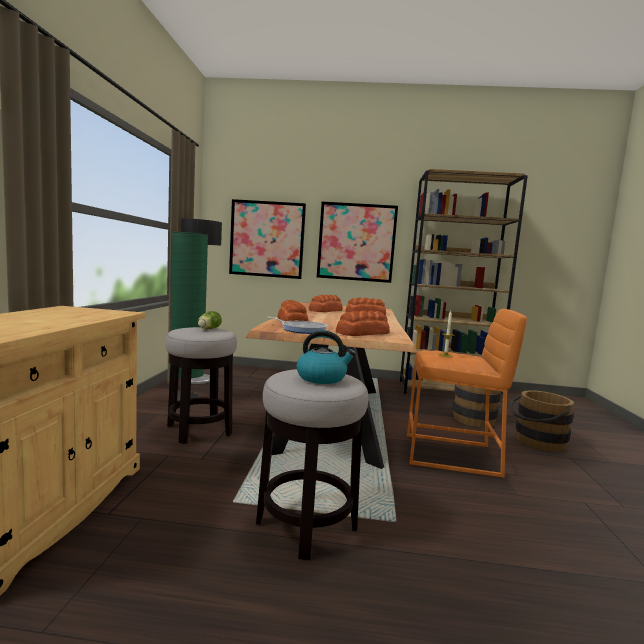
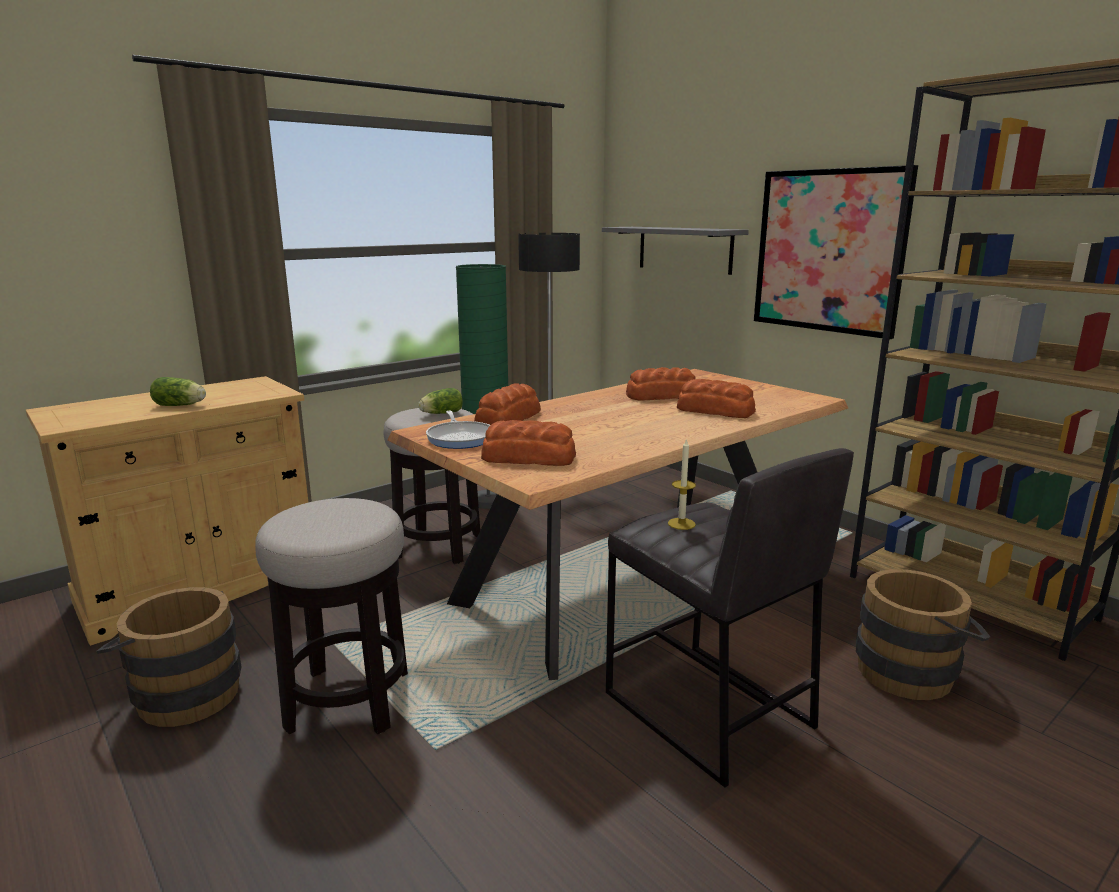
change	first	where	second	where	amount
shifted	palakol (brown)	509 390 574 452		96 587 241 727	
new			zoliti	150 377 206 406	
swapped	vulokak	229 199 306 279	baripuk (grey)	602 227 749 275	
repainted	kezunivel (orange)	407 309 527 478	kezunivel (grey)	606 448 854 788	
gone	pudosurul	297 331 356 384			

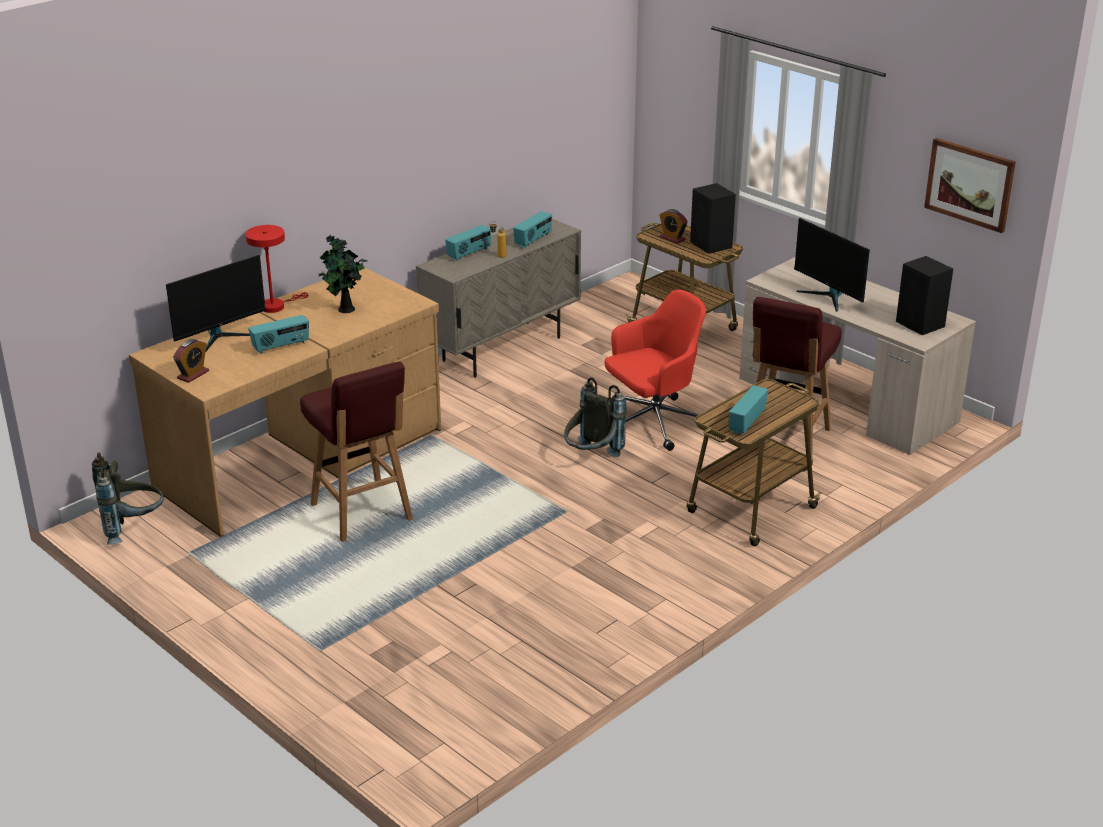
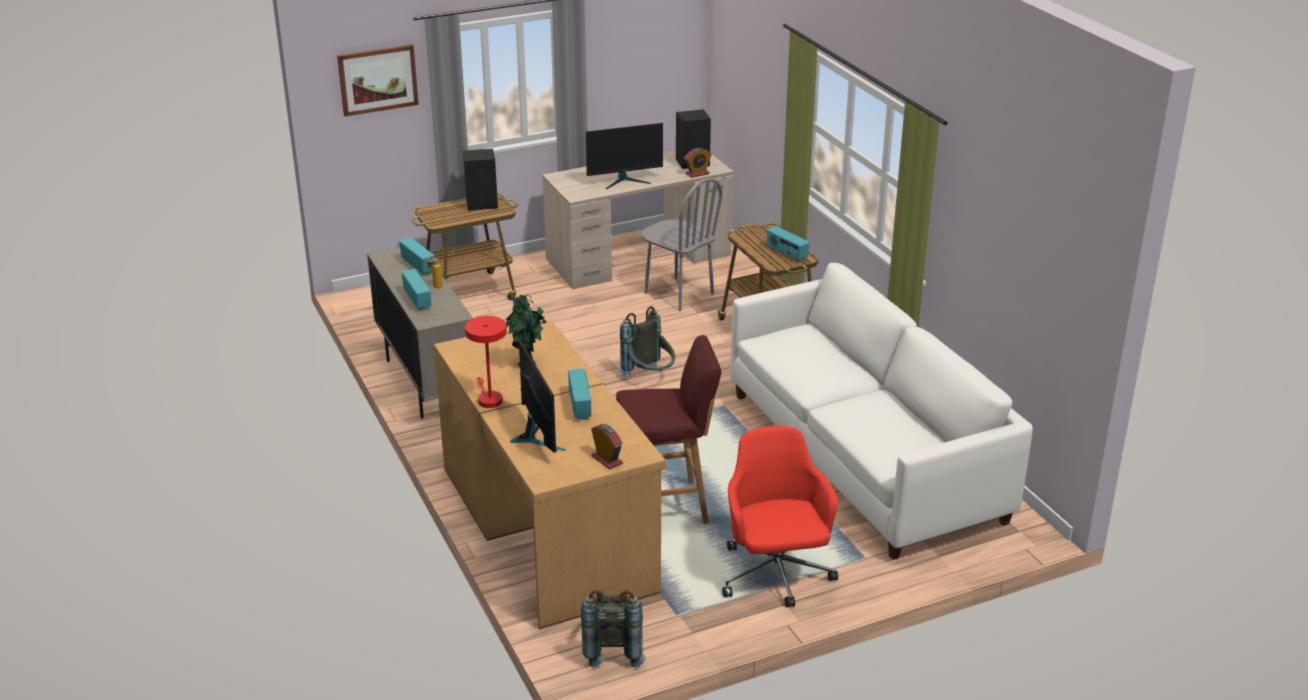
change	first	where	second	where	amount
shifted	vulokak	924 138 1016 233		337 44 419 117	
swapped	kezunivel (red)	753 297 842 458	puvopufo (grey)	642 178 723 311	
shifted	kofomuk	660 209 688 244		684 148 712 178	
shifted	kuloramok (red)	605 289 706 451		722 426 838 607	
new			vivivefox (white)	730 263 1033 560	

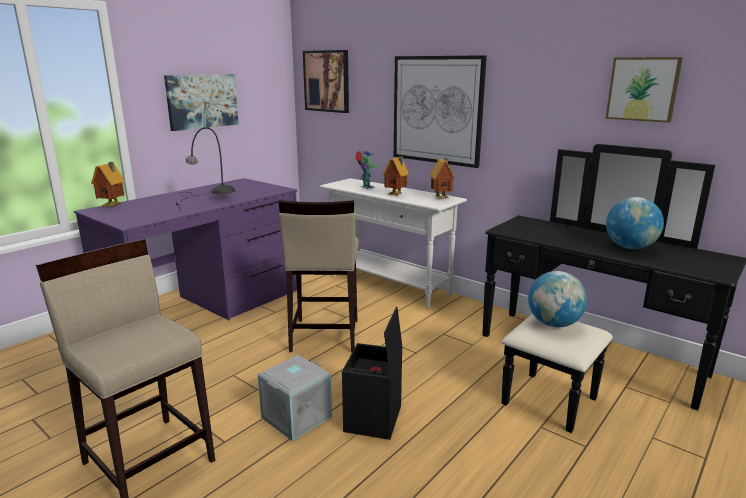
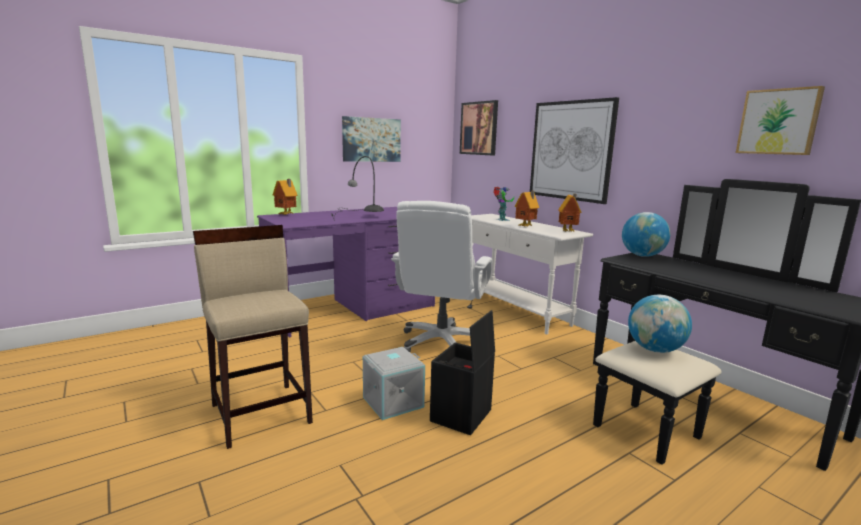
change	first	where	second	where	amount
swapped	kezunivel (beige)	278 200 358 353	kuloramok (white)	391 201 492 353	
shifted	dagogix	606 197 664 249		622 212 670 257	

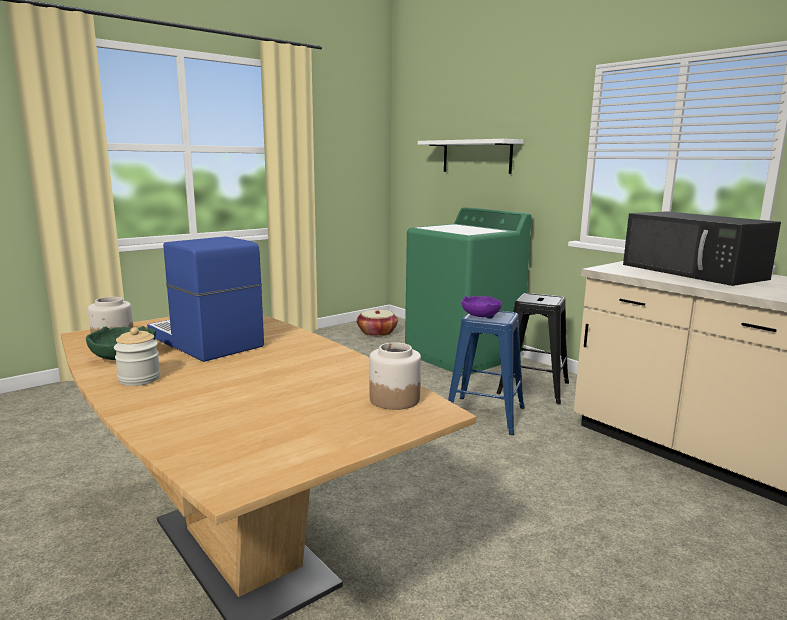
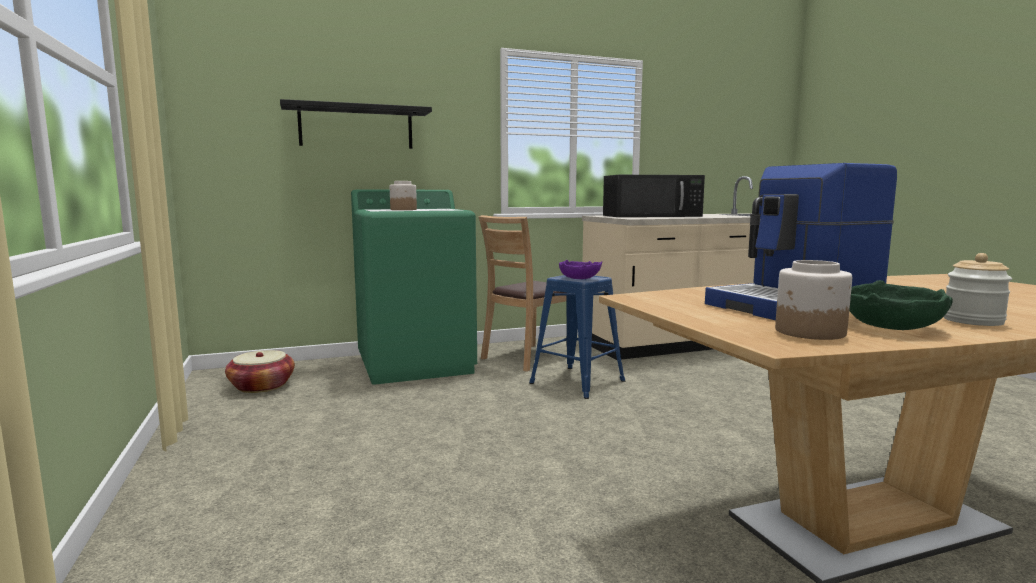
change	first	where	second	where	amount
repainted	baripuk (white)	418 139 523 174	baripuk (black)	280 99 432 149	
shifted	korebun	370 342 421 410		390 181 417 210	
swapped	kezunivel (black)	497 293 569 404	puvopufo (brown)	479 215 566 372	

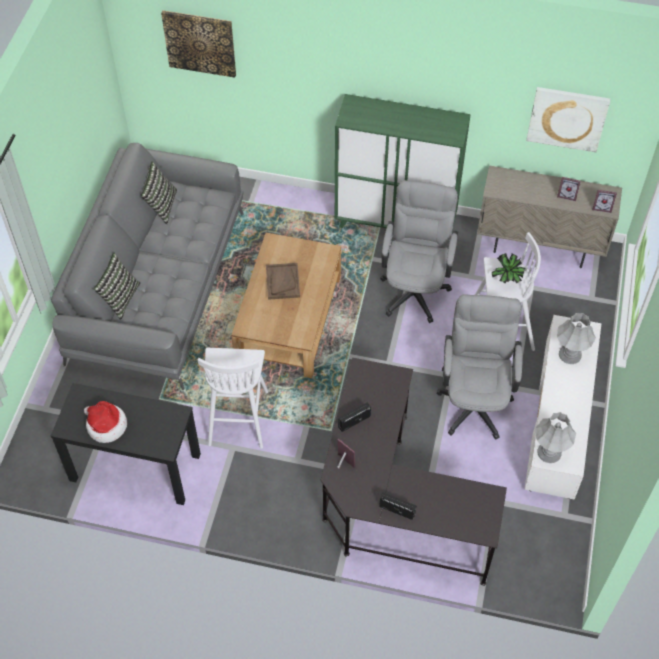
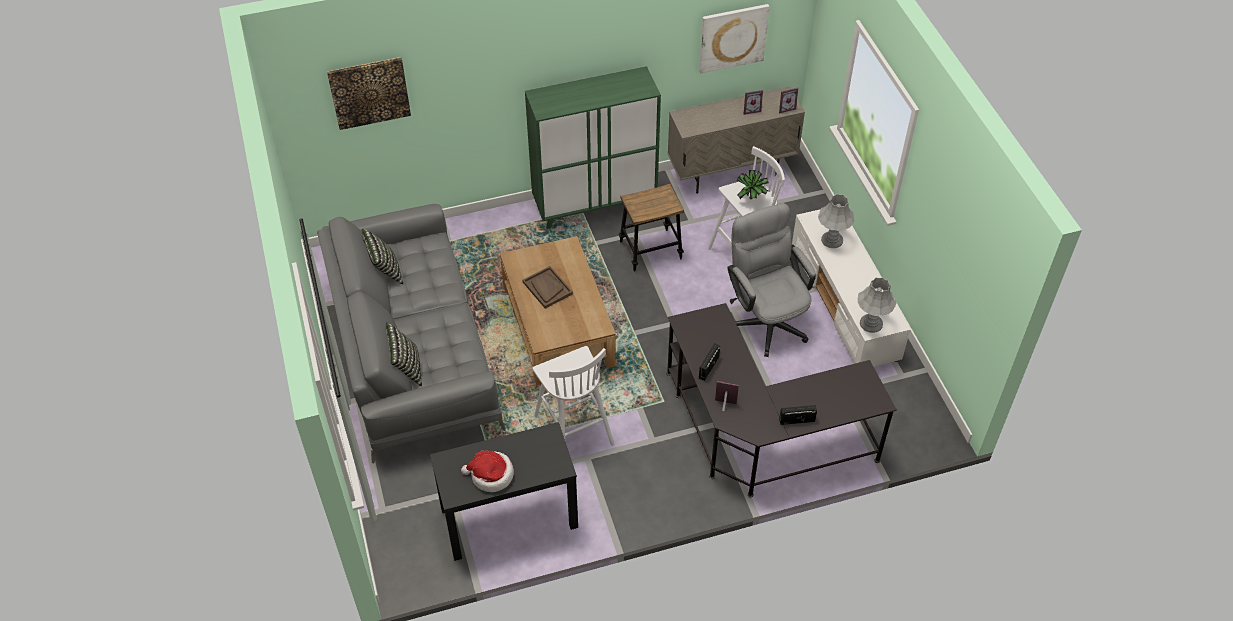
change	first	where	second	where	amount
swapped	kuloramok (grey)	380 180 458 323	kezunivel	619 184 684 272	

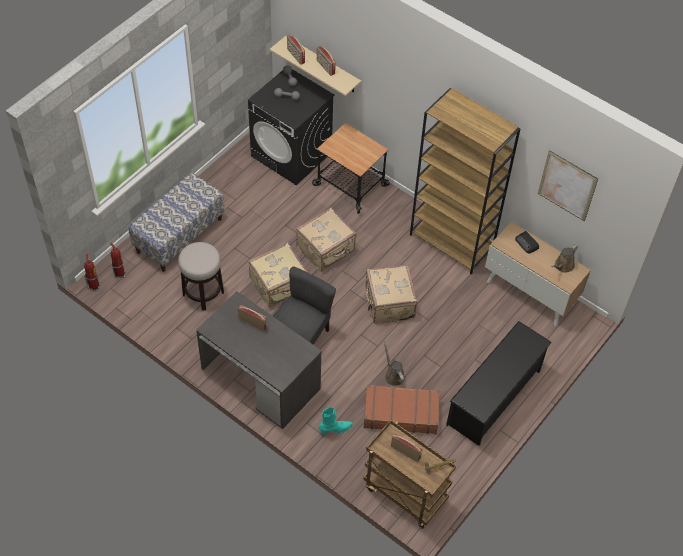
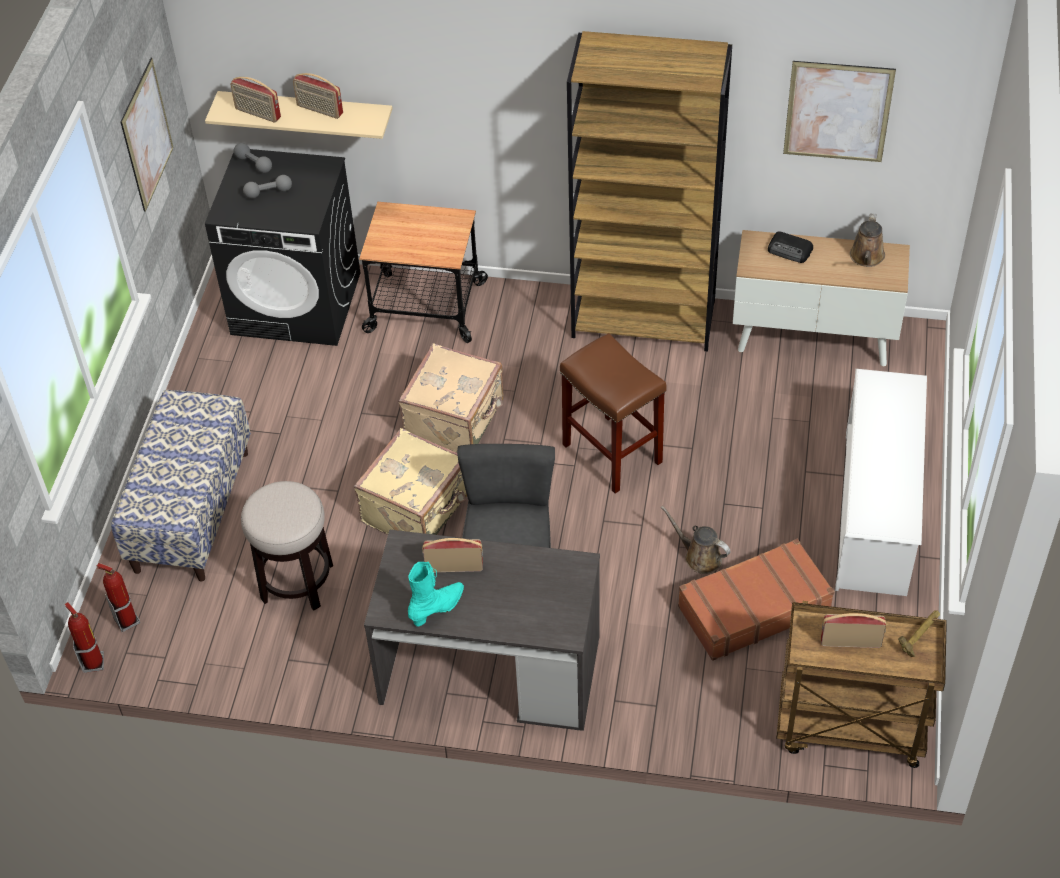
change	first	where	second	where	amount
new			vulokak	120 58 174 212	
shifted	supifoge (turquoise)	318 407 353 434		408 562 464 627	
swapped	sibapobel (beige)	365 264 417 324	kezunivel (brown)	560 333 666 493	
repainted	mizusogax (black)	446 321 552 446	mizusogax (white)	835 369 927 596	

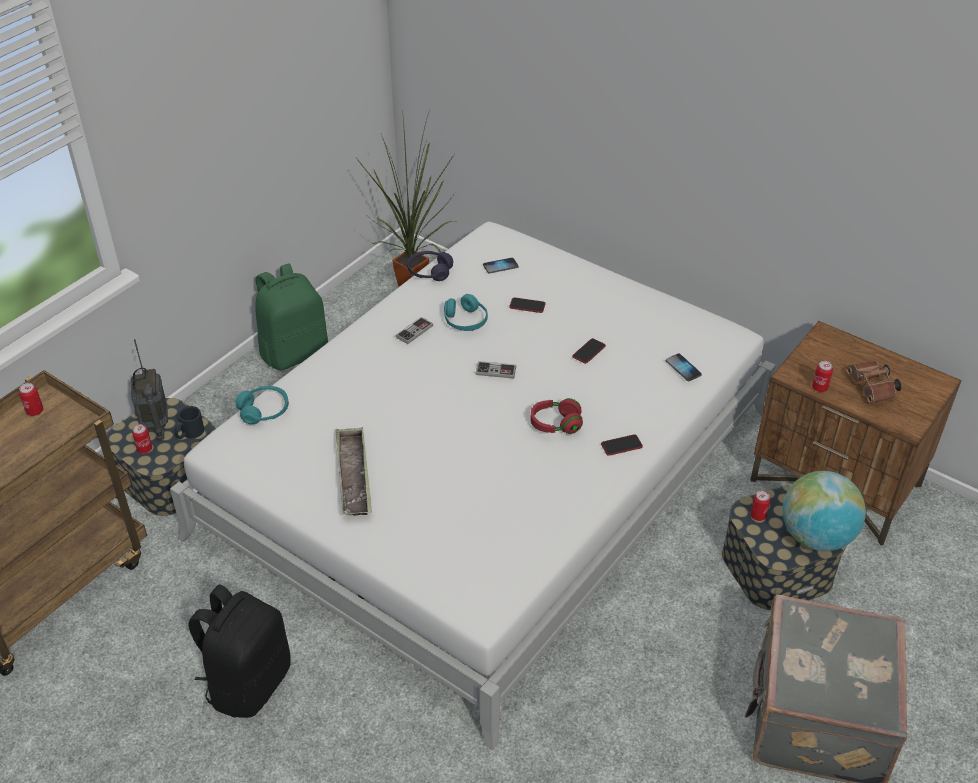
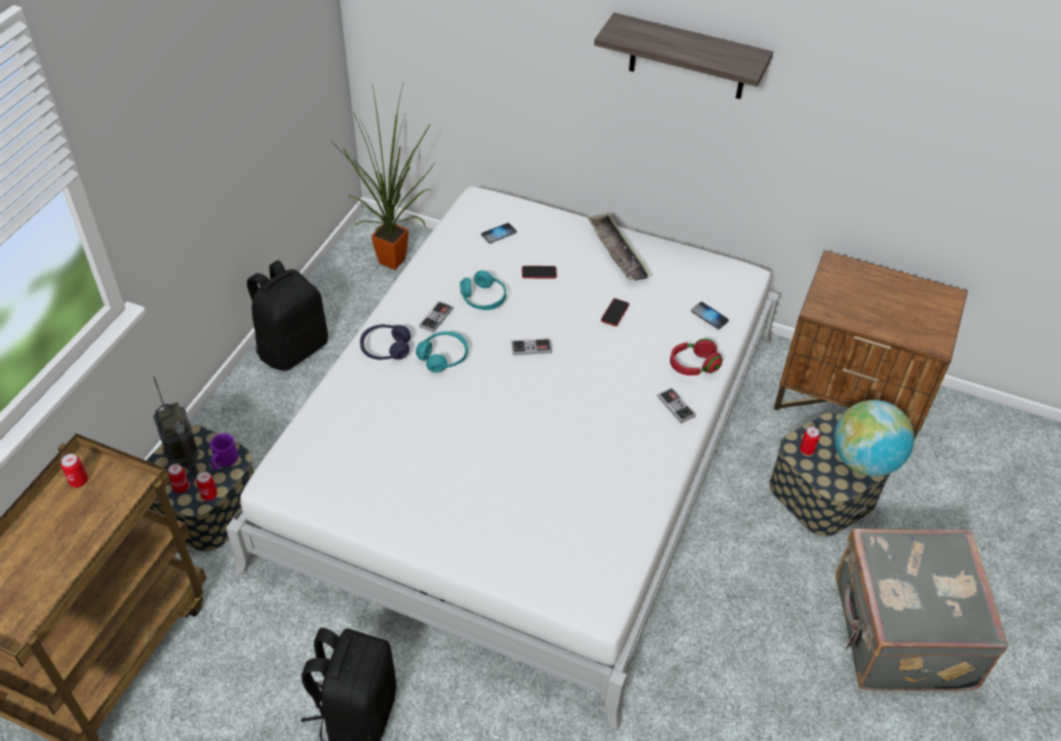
change	first	where	second	where	amount
shifted	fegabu	812 361 833 392		196 471 217 501	
repainted	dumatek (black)	174 406 204 439	dumatek (purple)	210 433 238 470	
repainted	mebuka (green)	255 263 328 370	mebuka (black)	247 260 328 371	
shifted	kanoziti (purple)	407 251 453 281		360 324 411 360	
shifted	kanoziti (turquoise)	235 386 289 424		416 331 468 373	
shifted	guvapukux	335 427 372 516		587 212 652 281	
new			baripuk	594 13 773 99	
swapped	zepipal	601 434 643 456	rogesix	657 388 696 423	
shifted	kanoziti (red)	531 398 583 434		670 338 723 376	
gone	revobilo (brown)	847 361 901 404			

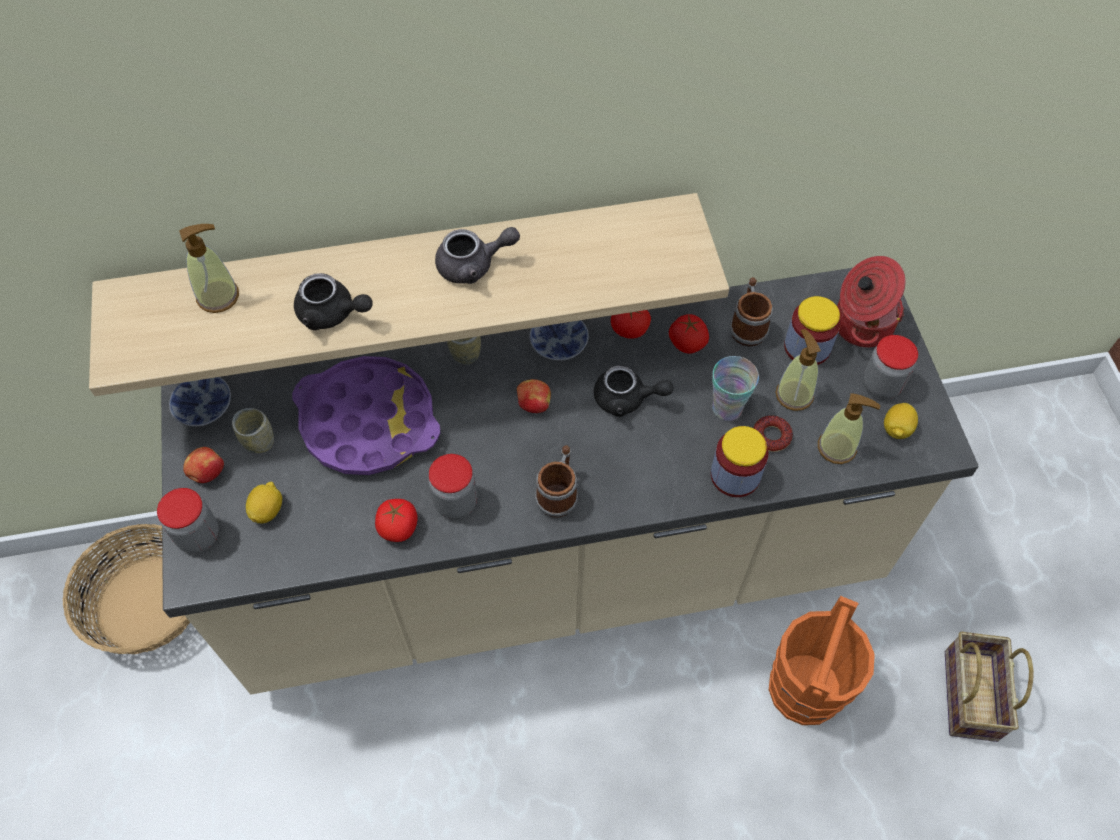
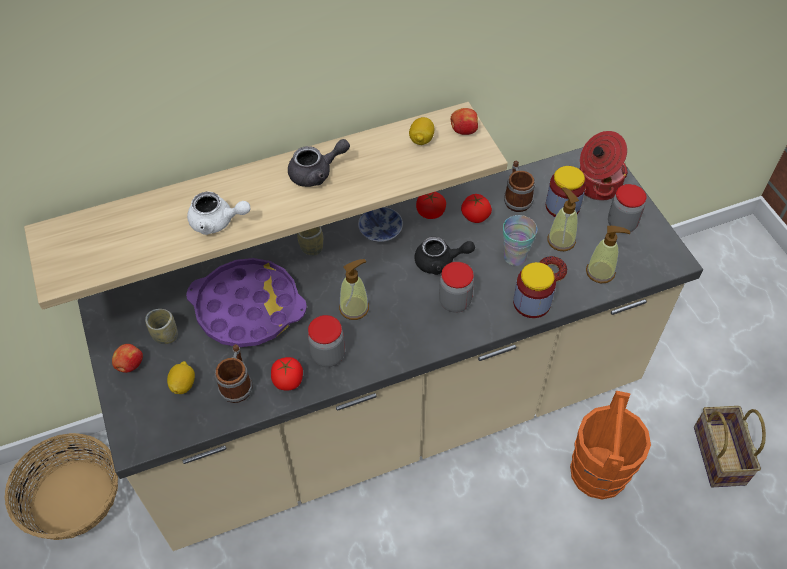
change	first	where	second	where	amount
repainted	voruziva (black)	294 273 373 330	voruziva (white)	187 192 251 235	
shifted	dumatek	535 445 578 518		215 344 252 403	
shifted	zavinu	179 224 239 313		339 259 369 320	
shifted	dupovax	884 403 918 439		409 117 434 145	
shifted	korebun	157 488 219 553		439 262 474 313	
shifted	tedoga	517 379 551 413		451 108 478 135	
gone	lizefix	169 377 231 427			

